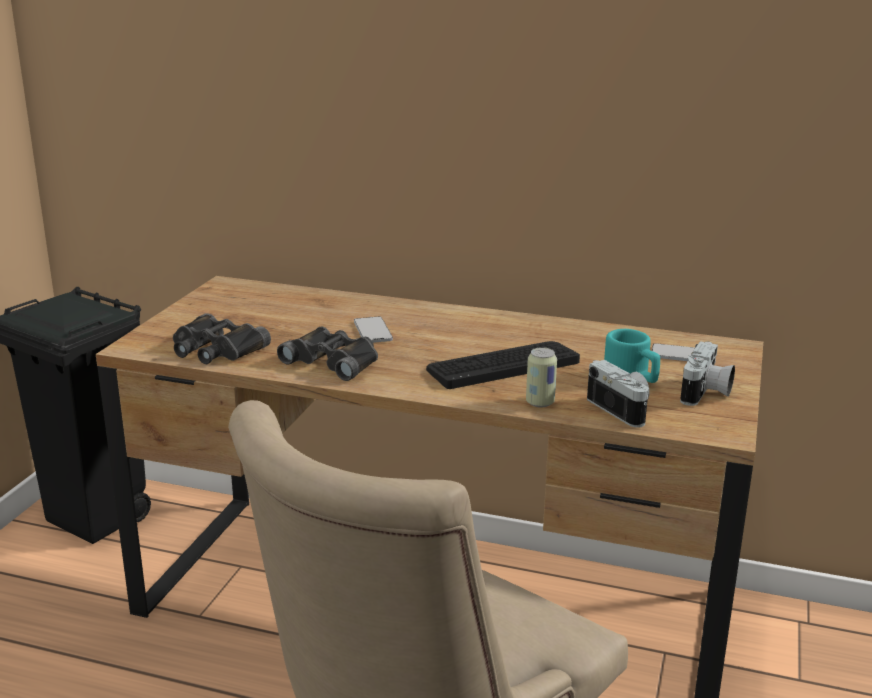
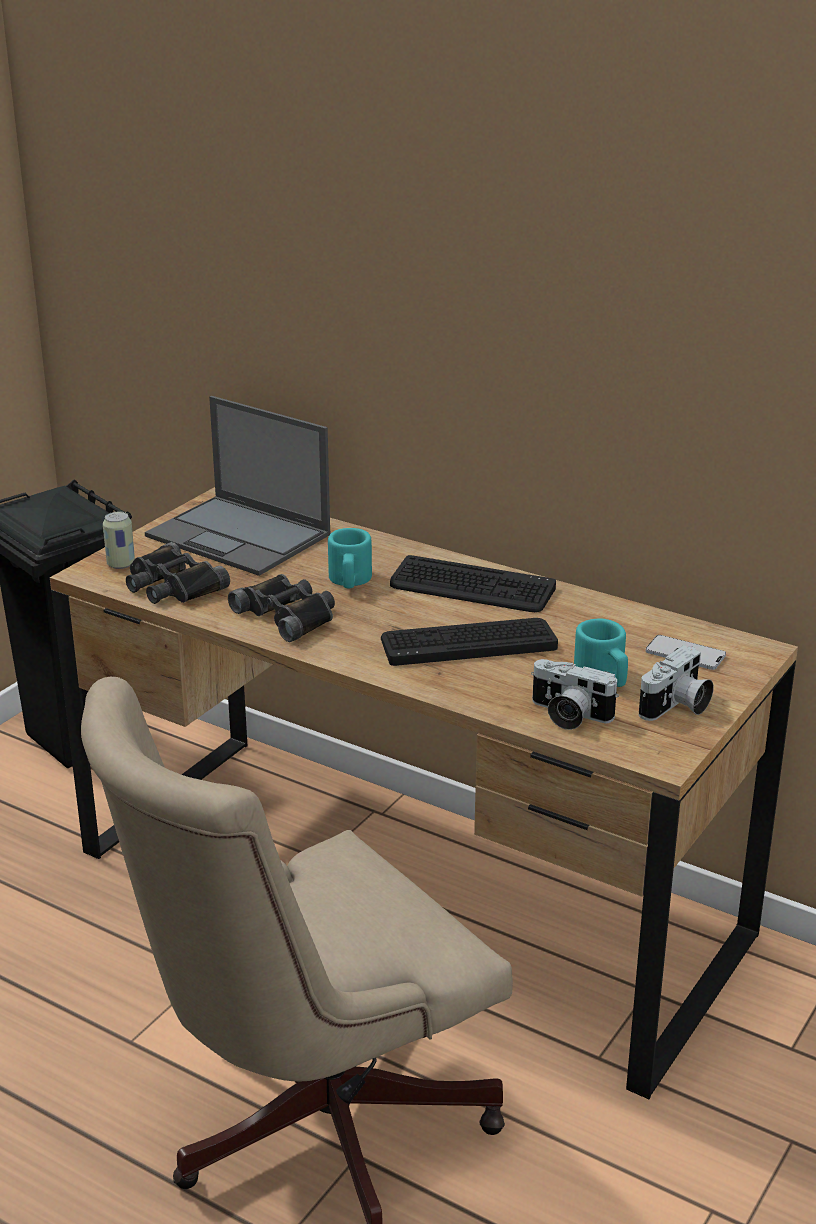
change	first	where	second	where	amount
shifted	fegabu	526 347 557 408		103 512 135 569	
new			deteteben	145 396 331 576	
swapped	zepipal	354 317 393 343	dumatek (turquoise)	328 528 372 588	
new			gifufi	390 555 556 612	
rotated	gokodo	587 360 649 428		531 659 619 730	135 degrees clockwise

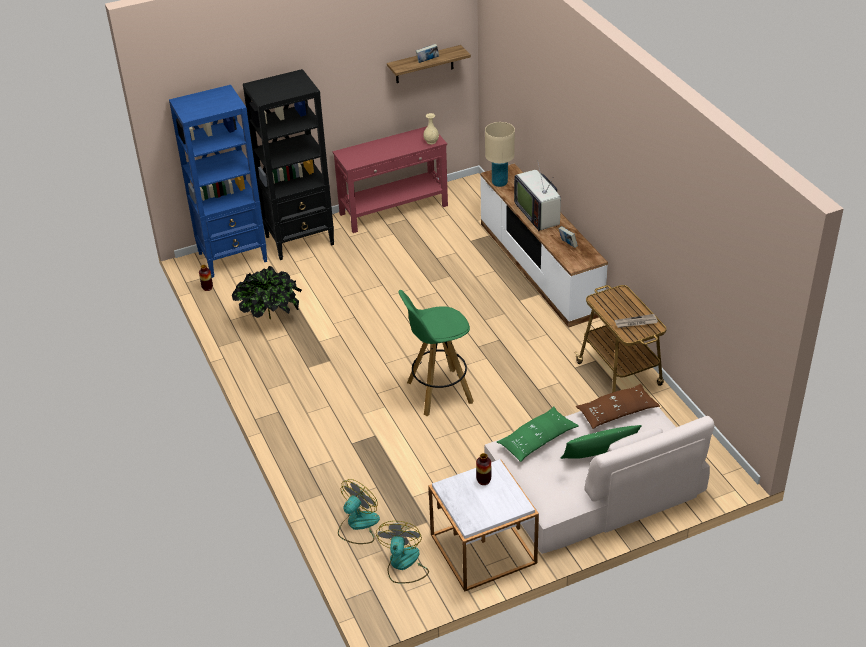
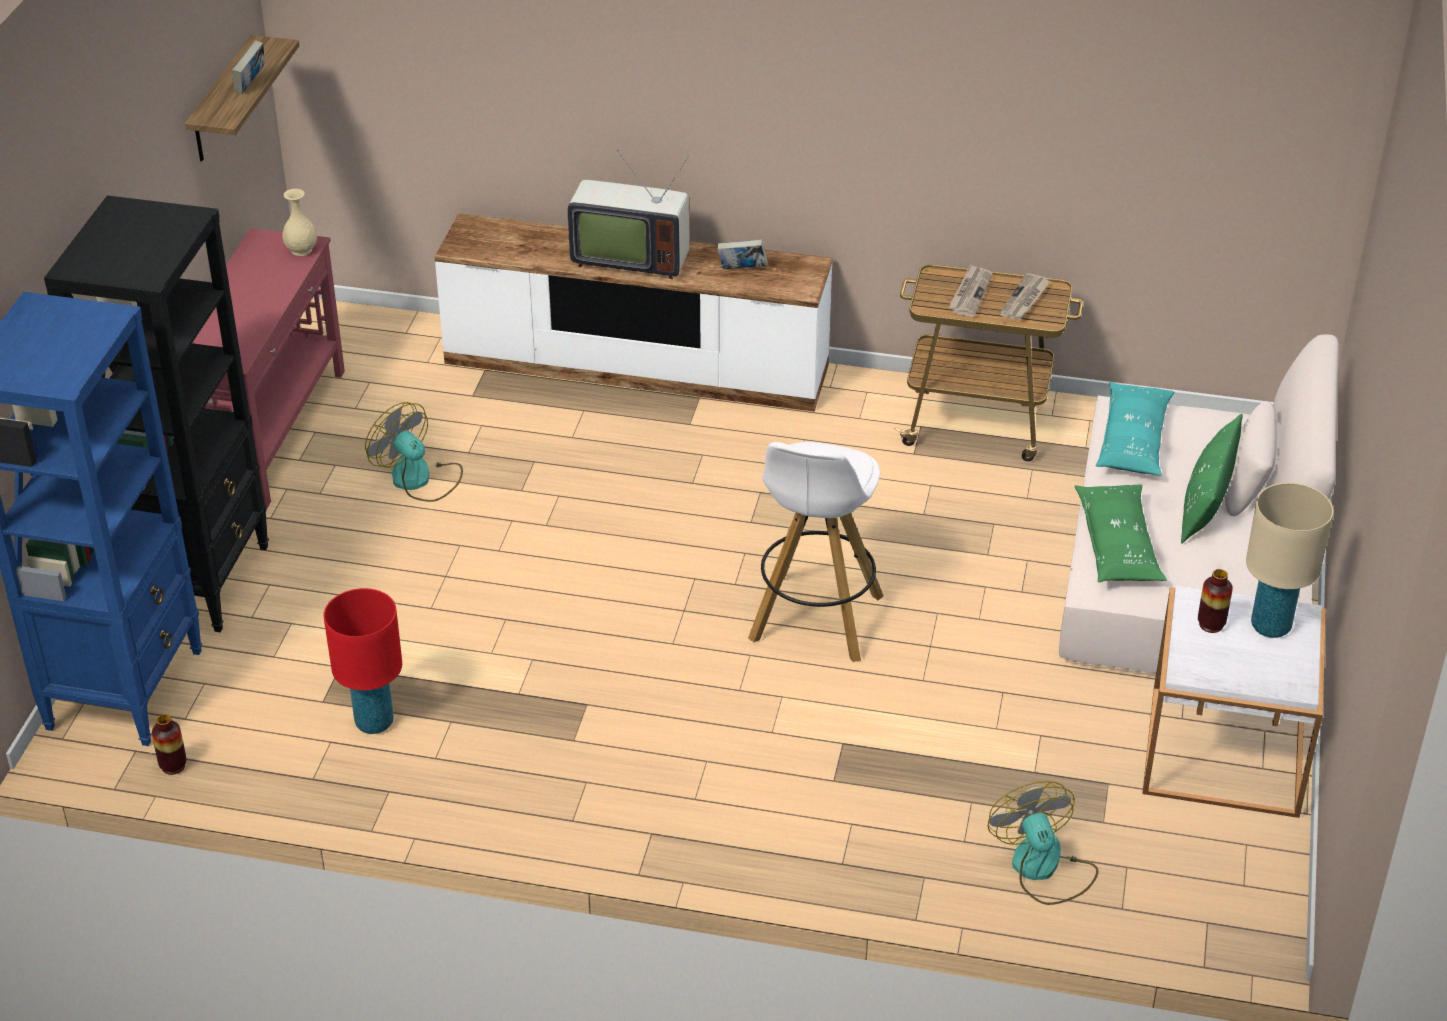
change	first	where	second	where	amount
swapped	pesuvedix	232 266 302 319	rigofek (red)	324 588 402 734	
shifted	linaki	376 521 429 583		365 402 463 502	
repainted	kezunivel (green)	398 290 474 416	kezunivel (white)	748 442 884 662	
new			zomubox	949 264 992 317	
repainted	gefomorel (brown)	575 384 660 429	gefomorel (turquoise)	1096 382 1174 476	
shifted	rigofek (beige)	485 122 515 187		1246 483 1334 638	

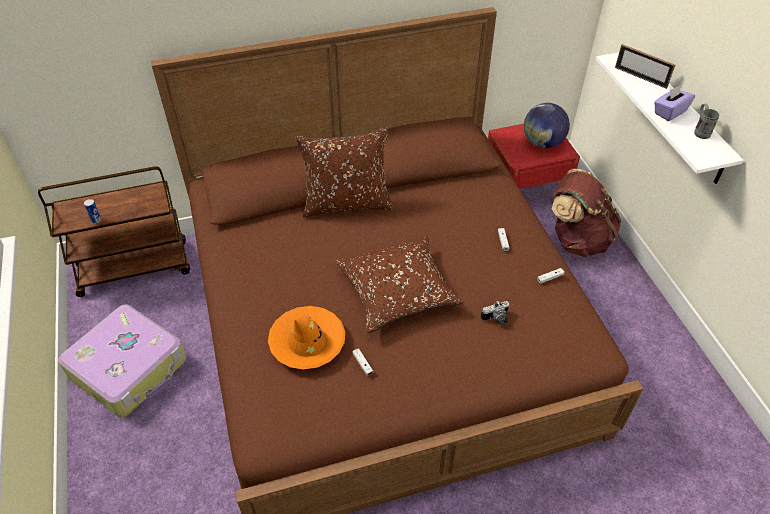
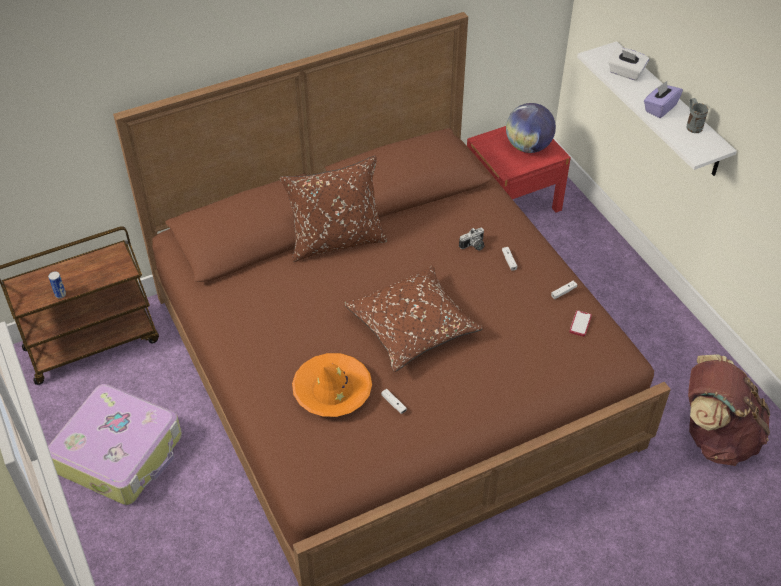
change	first	where	second	where	amount
shifted	gokodo	481 301 510 325		459 228 485 250	
new			zepipal	569 310 592 337	
swapped	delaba	615 44 675 89	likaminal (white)	608 47 649 81	
shifted	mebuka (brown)	552 169 621 257		688 354 770 466	

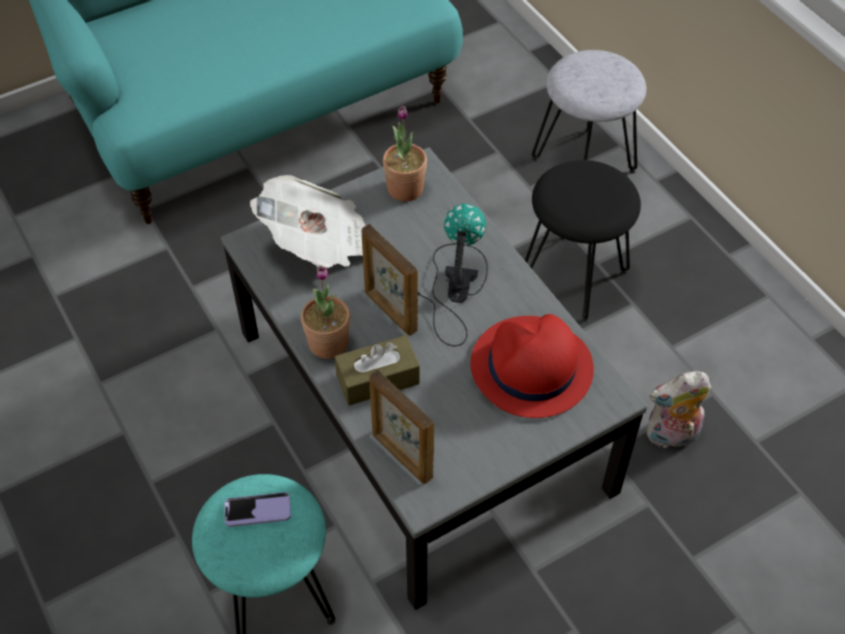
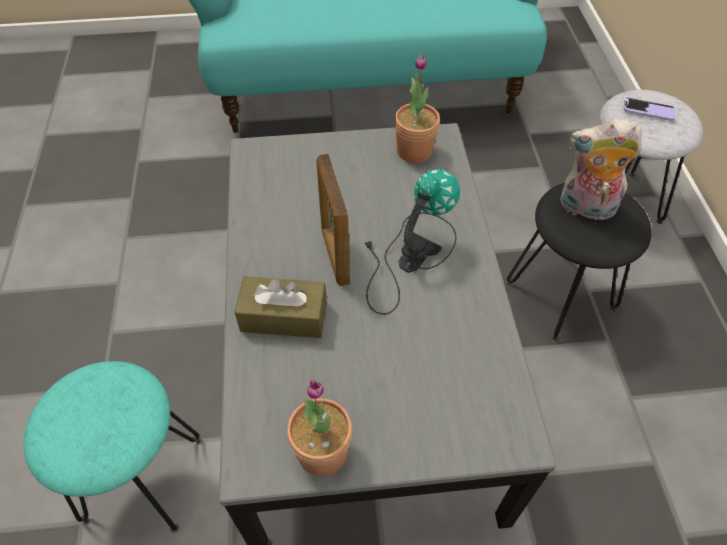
change	first	where	second	where	amount
shifted	pesuvedix	301 266 350 359		287 379 352 476	
shifted	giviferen	646 371 711 450		560 119 642 220	
shifted	zepipal	225 492 291 527		624 98 675 121	
gone	zomubox	250 175 365 269			
gone	delaba	369 369 434 484			
gone	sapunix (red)	470 314 594 418			

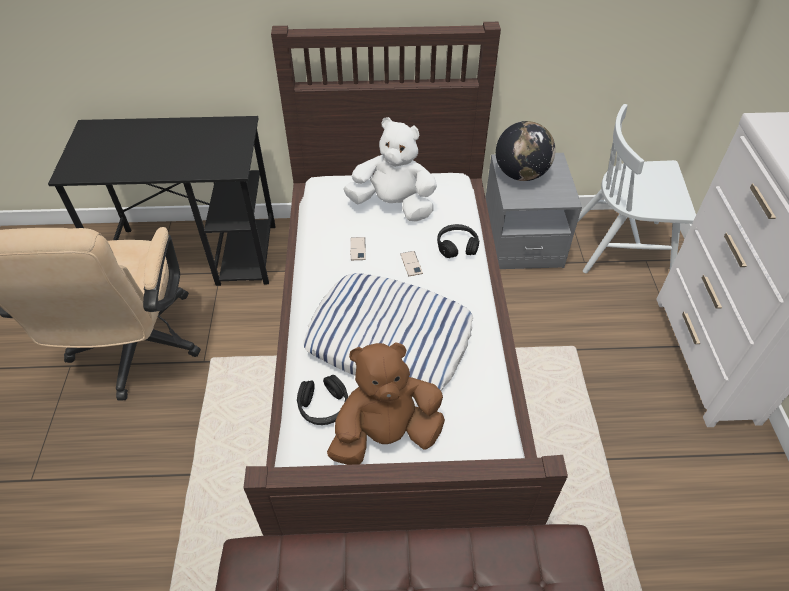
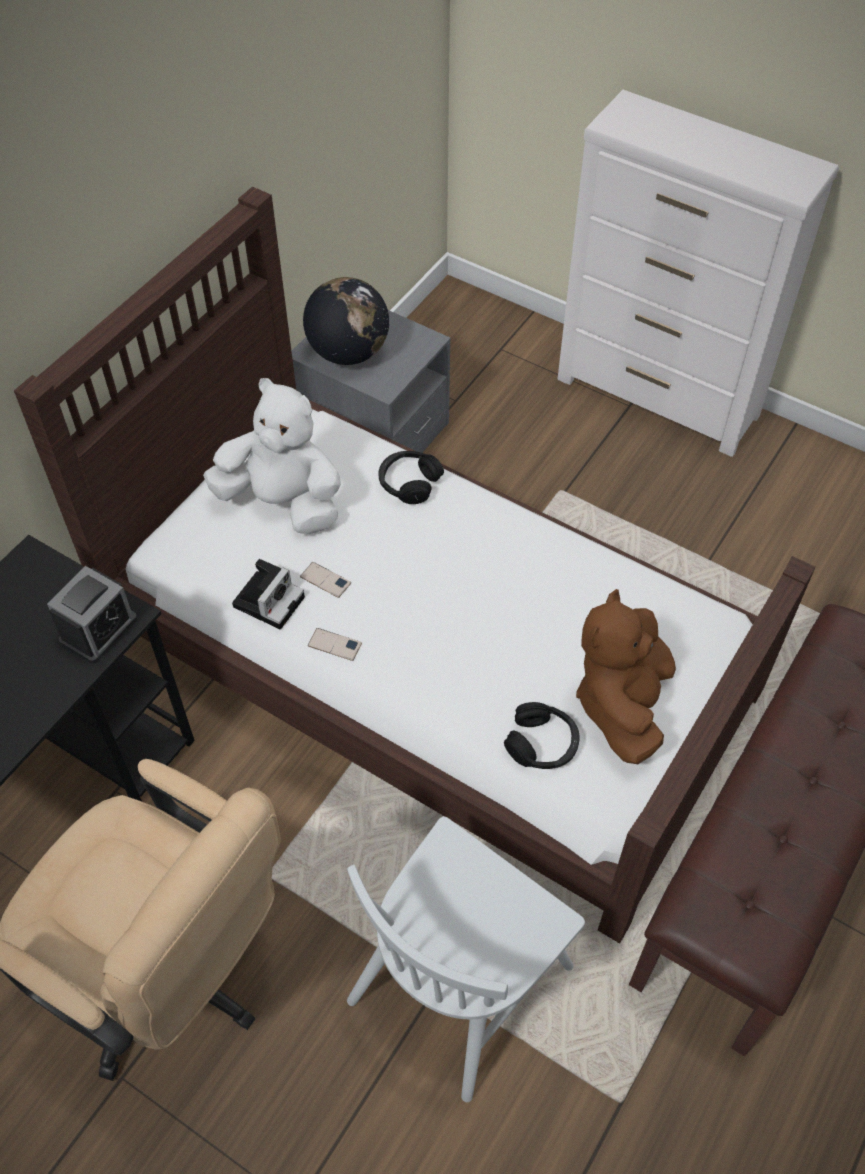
change	first	where	second	where	amount
new			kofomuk	47 566 137 664	
rotated	giviferen (white)	344 117 437 222		203 378 341 534	60 degrees clockwise
new			gokodo	232 559 305 630	
shifted	zepipal	400 251 423 276		308 628 362 661	
shifted	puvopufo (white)	578 104 696 273		347 817 585 1102	
gone	gefomorel	303 273 473 391			

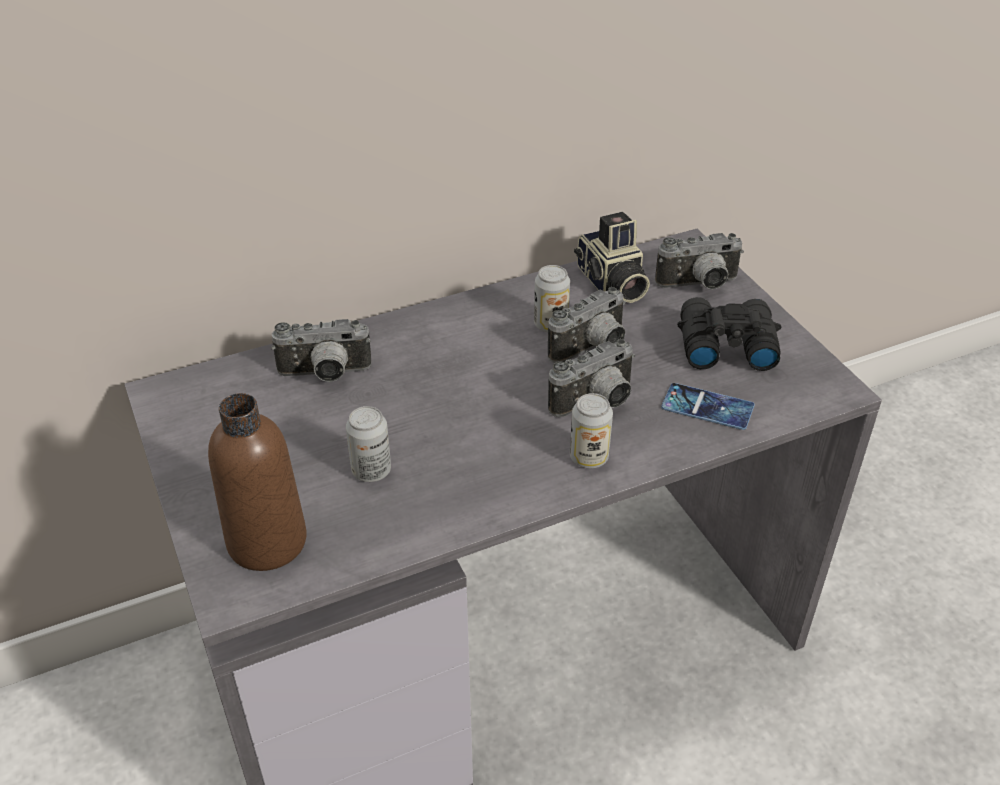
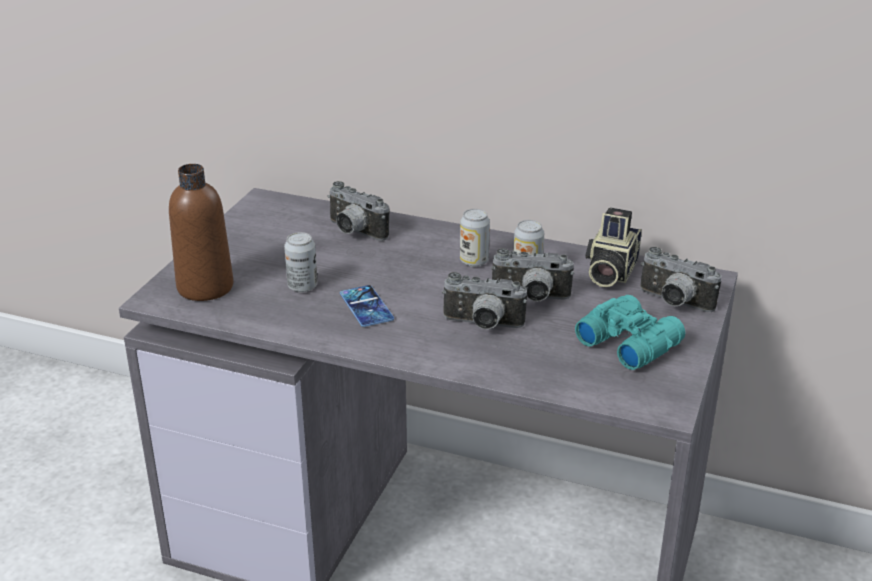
change	first	where	second	where	amount
shifted	zepipal	661 383 754 430		340 285 394 327	
shifted	fegabu	570 393 613 469		460 209 490 267	
repainted	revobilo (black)	677 297 781 371	revobilo (turquoise)	575 295 686 370	

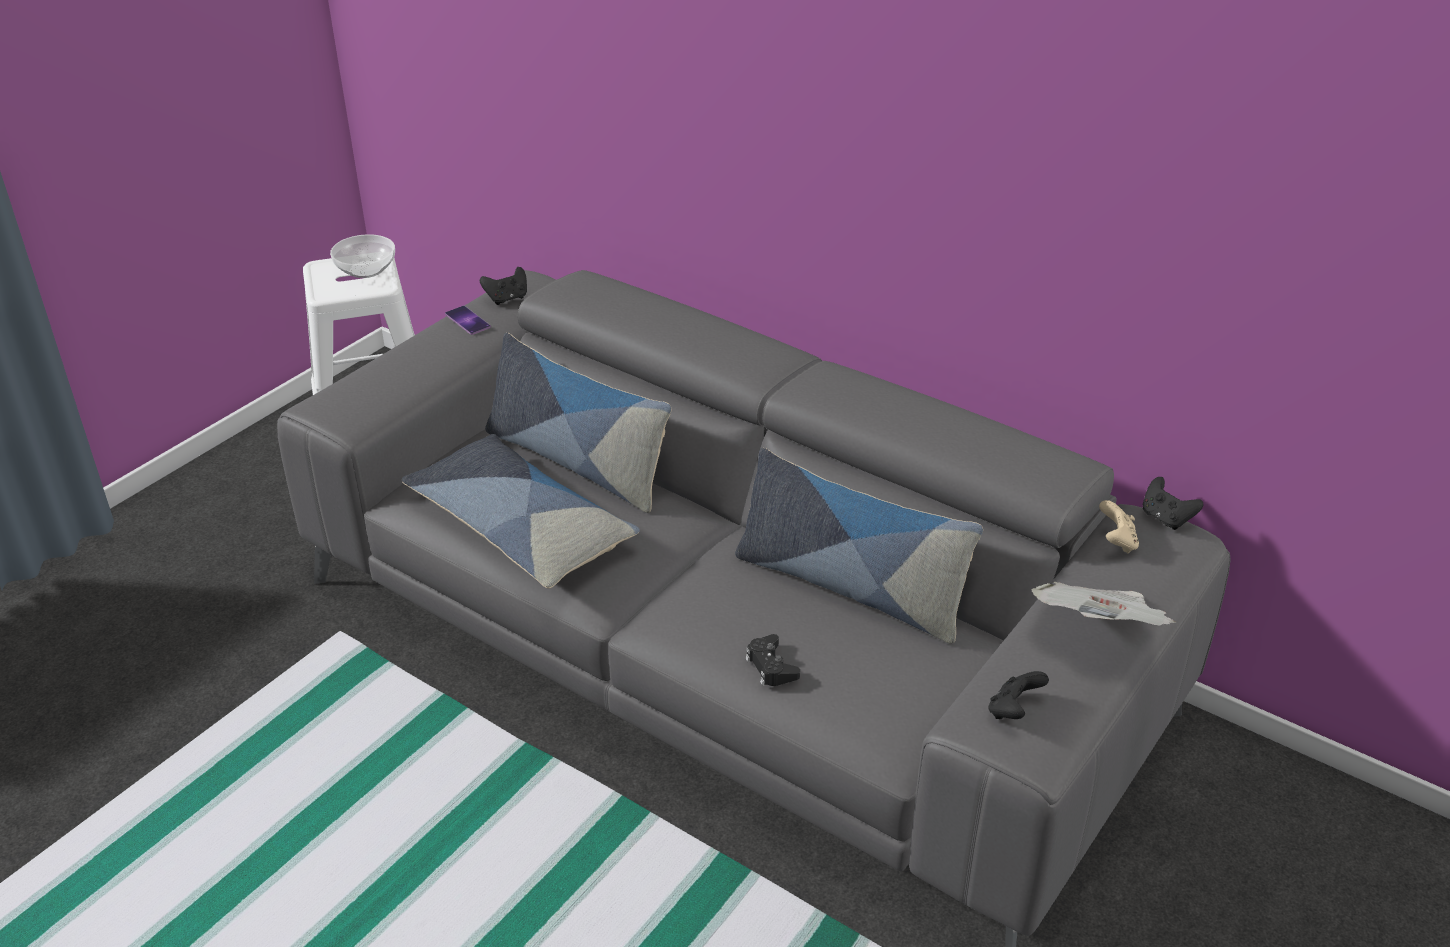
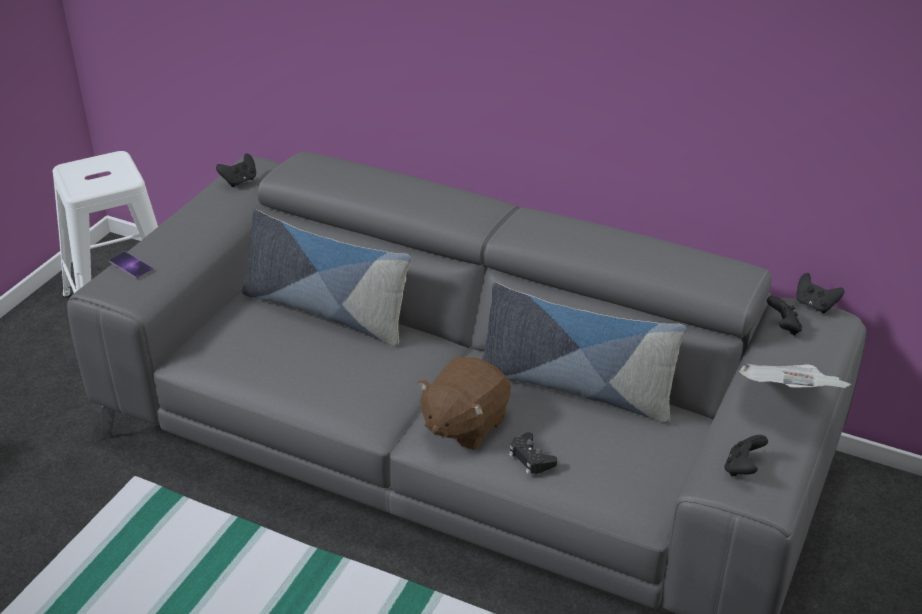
change	first	where	second	where	amount
shifted	zepipal	445 306 491 335		109 251 154 279	
new			giviferen (brown)	418 357 511 450	
repainted	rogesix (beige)	1099 500 1139 553	rogesix (black)	767 296 802 336	
gone	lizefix	330 234 395 278			
gone	gefomorel	402 434 640 588			

